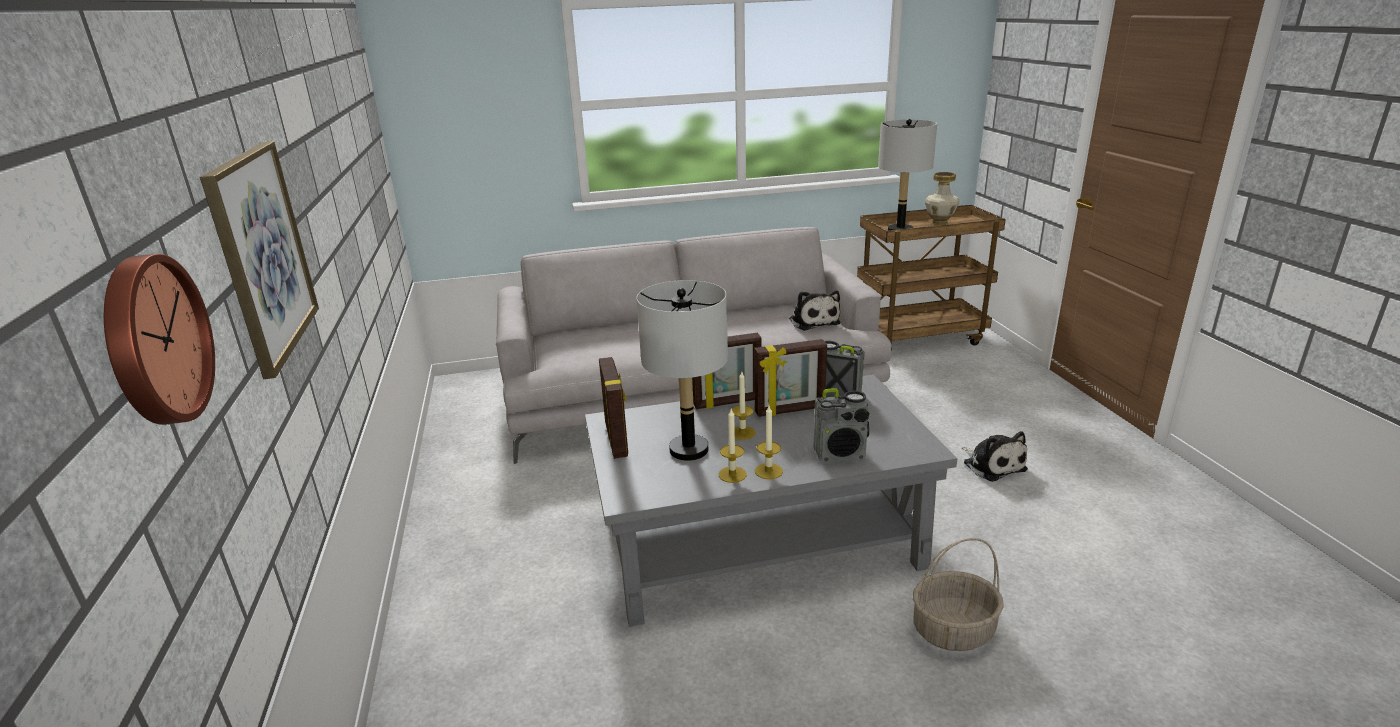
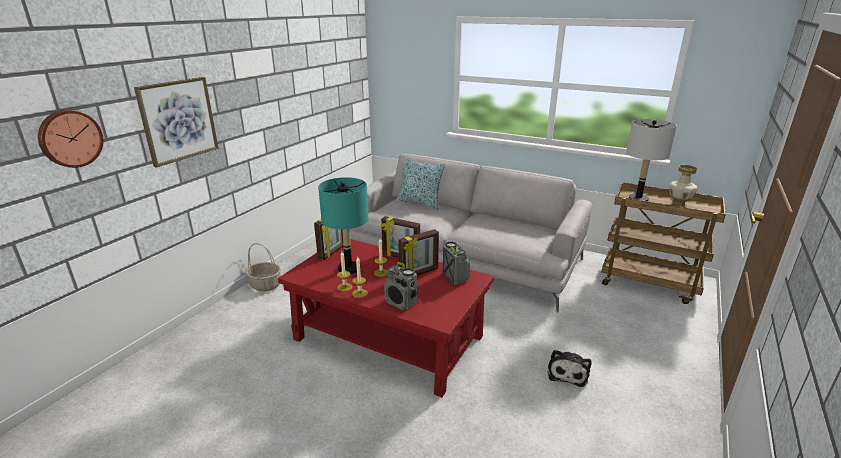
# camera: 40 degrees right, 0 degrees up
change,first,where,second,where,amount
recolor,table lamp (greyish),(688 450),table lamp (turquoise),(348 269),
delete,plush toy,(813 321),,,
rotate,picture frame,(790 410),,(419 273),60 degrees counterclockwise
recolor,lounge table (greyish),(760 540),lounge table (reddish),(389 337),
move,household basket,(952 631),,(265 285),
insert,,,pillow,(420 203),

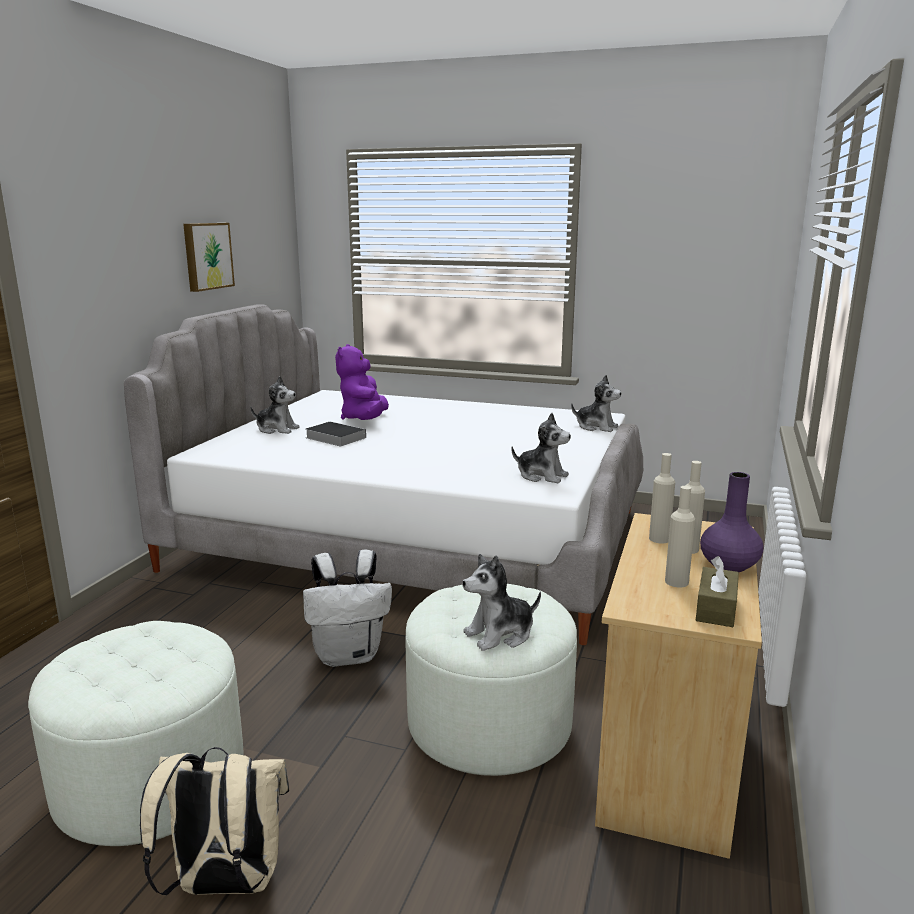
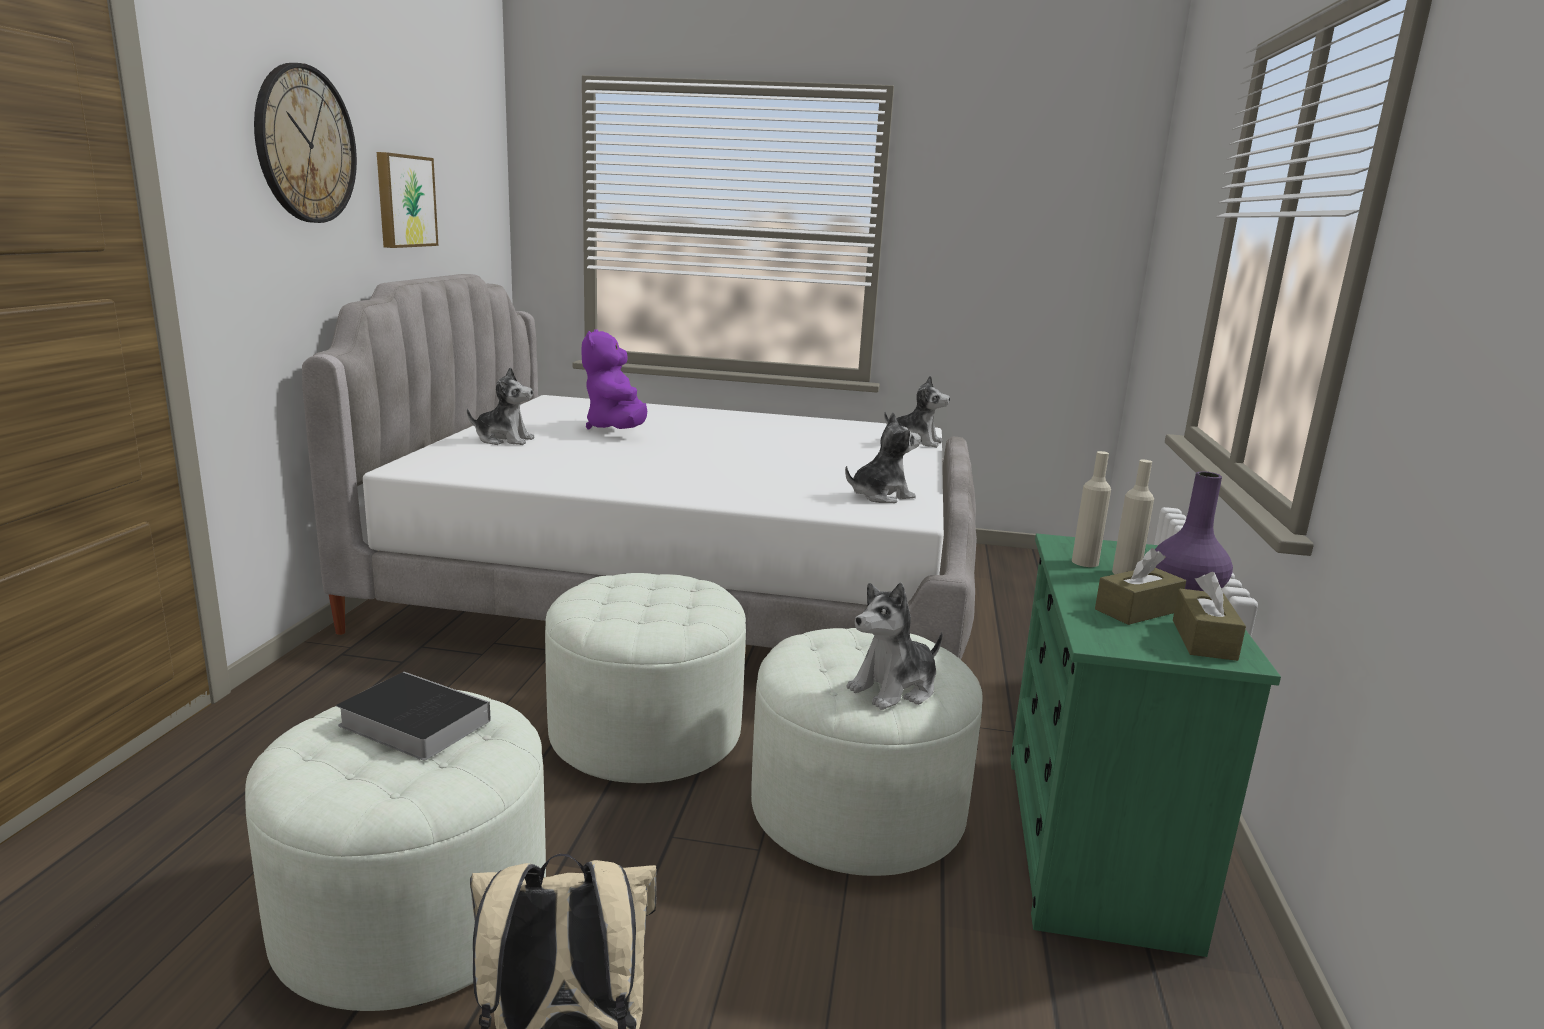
# camera: 10 degrees left, 0 degrees up
change,first,where,second,where,amount
rotate,plush toy,(542 476),,(880 496),45 degrees counterclockwise
move,volume,(334 437),,(410 722),
replace,beverage bottle (beige),(676 582),tissue box (brownish),(1137 610),
recolor,drawer chest (beige),(668 762),drawer chest (green),(1093 844),
replace,knapsack (white-coloured),(349 655),pouffe (white-coloured),(645 732),
insert,,,clock on the wall,(305 144),

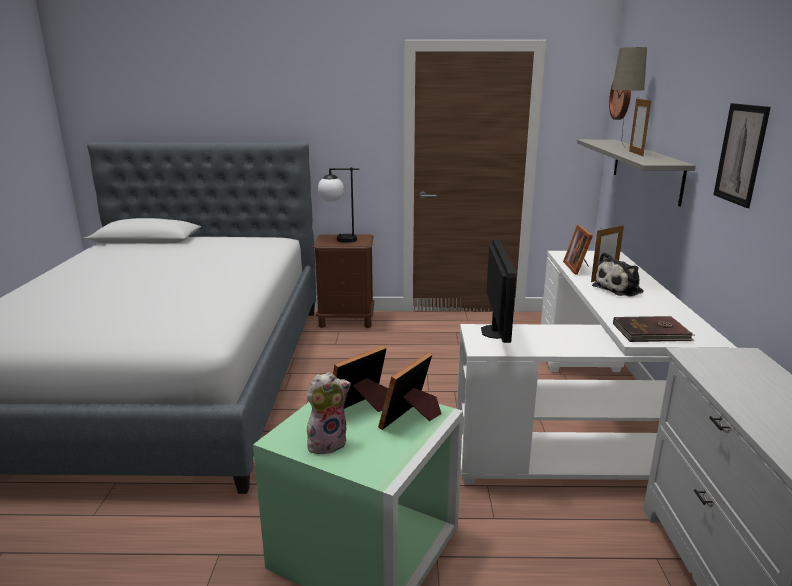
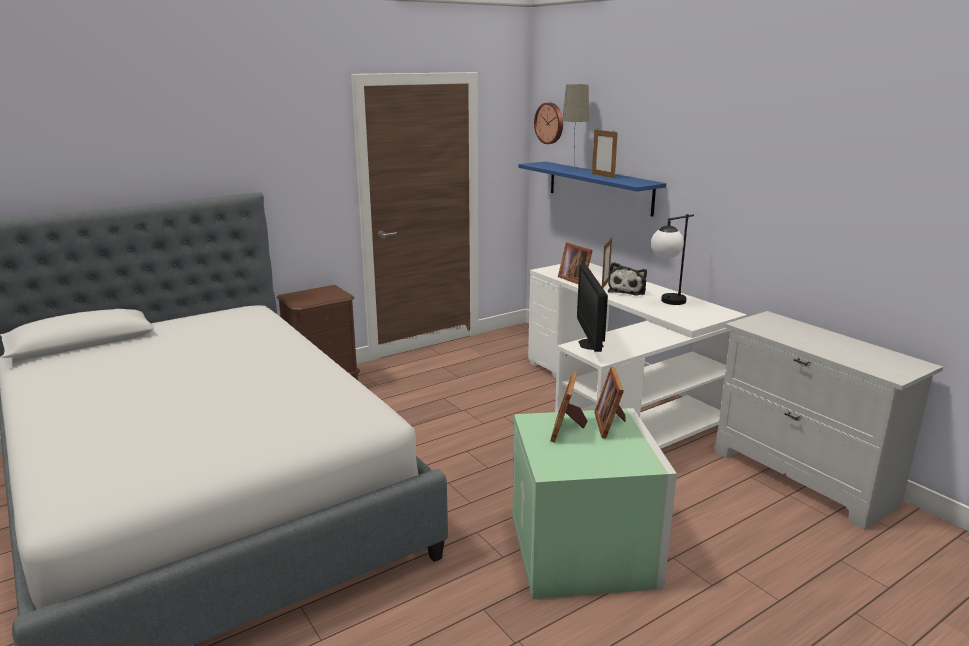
# camera: 35 degrees left, 0 degrees up
change,first,where,second,where,amount
delete,picture,(741 154),,,
recolor,wall shelf (greyish),(646 169),wall shelf (bluish),(599 187),
move,table lamp,(338 239),,(666 303),
rotate,computer screen,(494 331),,(590 344),150 degrees counterclockwise
delete,volume (brownish),(652 332),,,
delete,plush toy,(327 443),,,

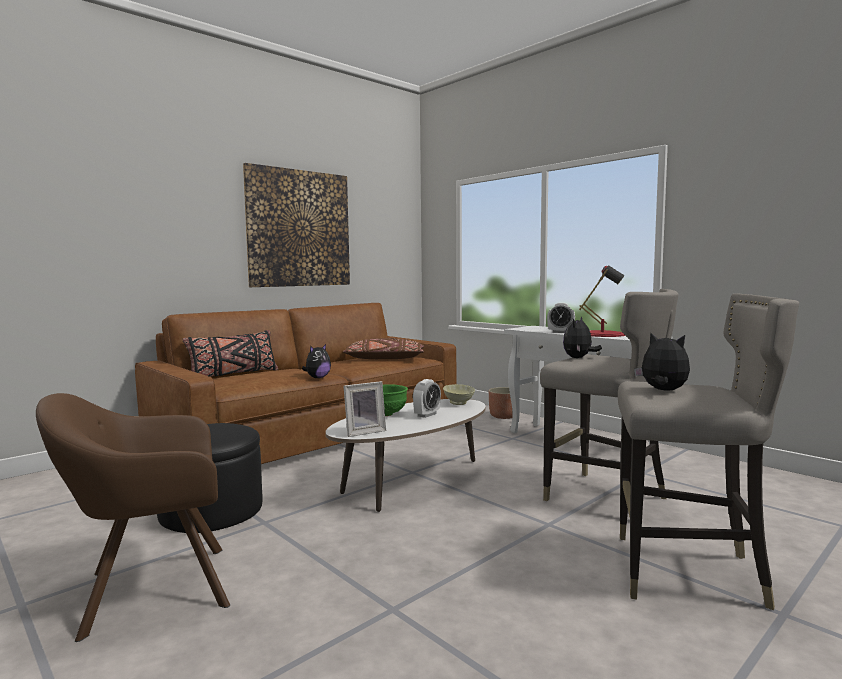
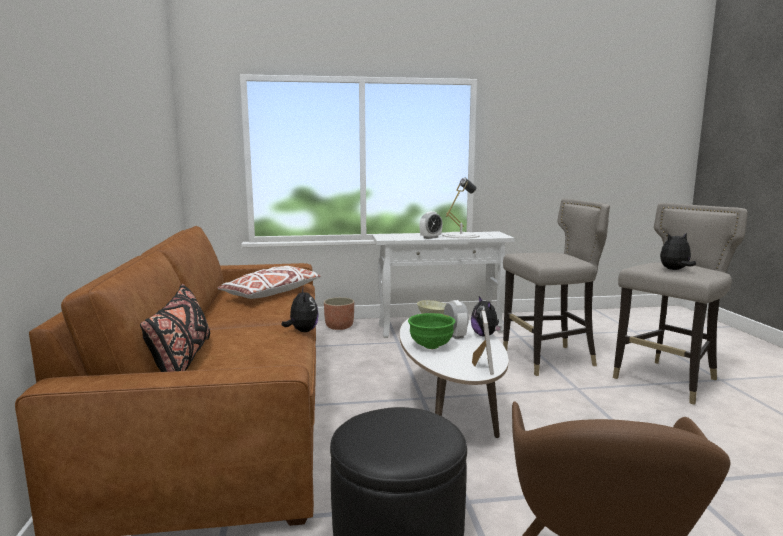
# camera: 55 degrees left, 5 degrees up
change,first,where,second,where,amount
delete,picture,(299 228),,,
recolor,table lamp (reddish),(602 334),table lamp (white-coloured),(460 235),
move,plush toy,(579 358),,(485 335),
recolor,pillow (brownish),(384 358),pillow (white-coloured),(271 293),

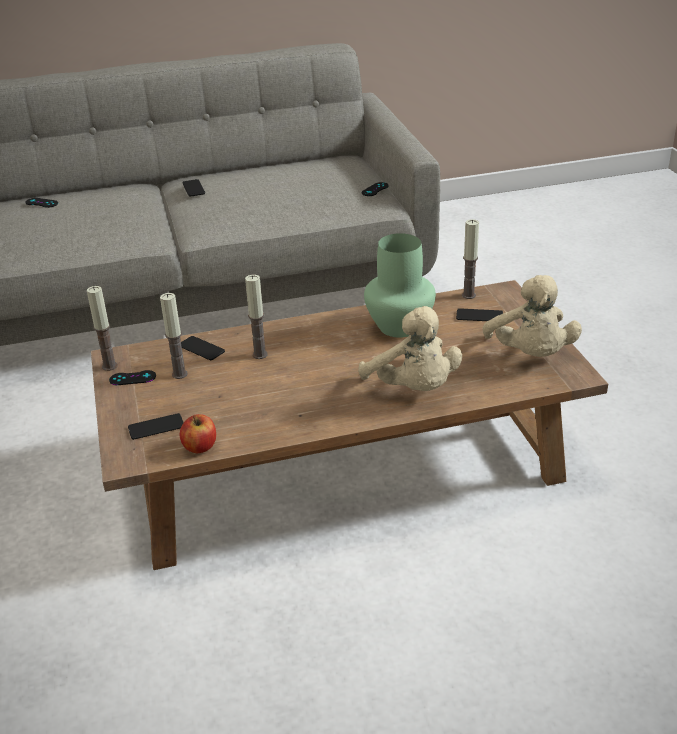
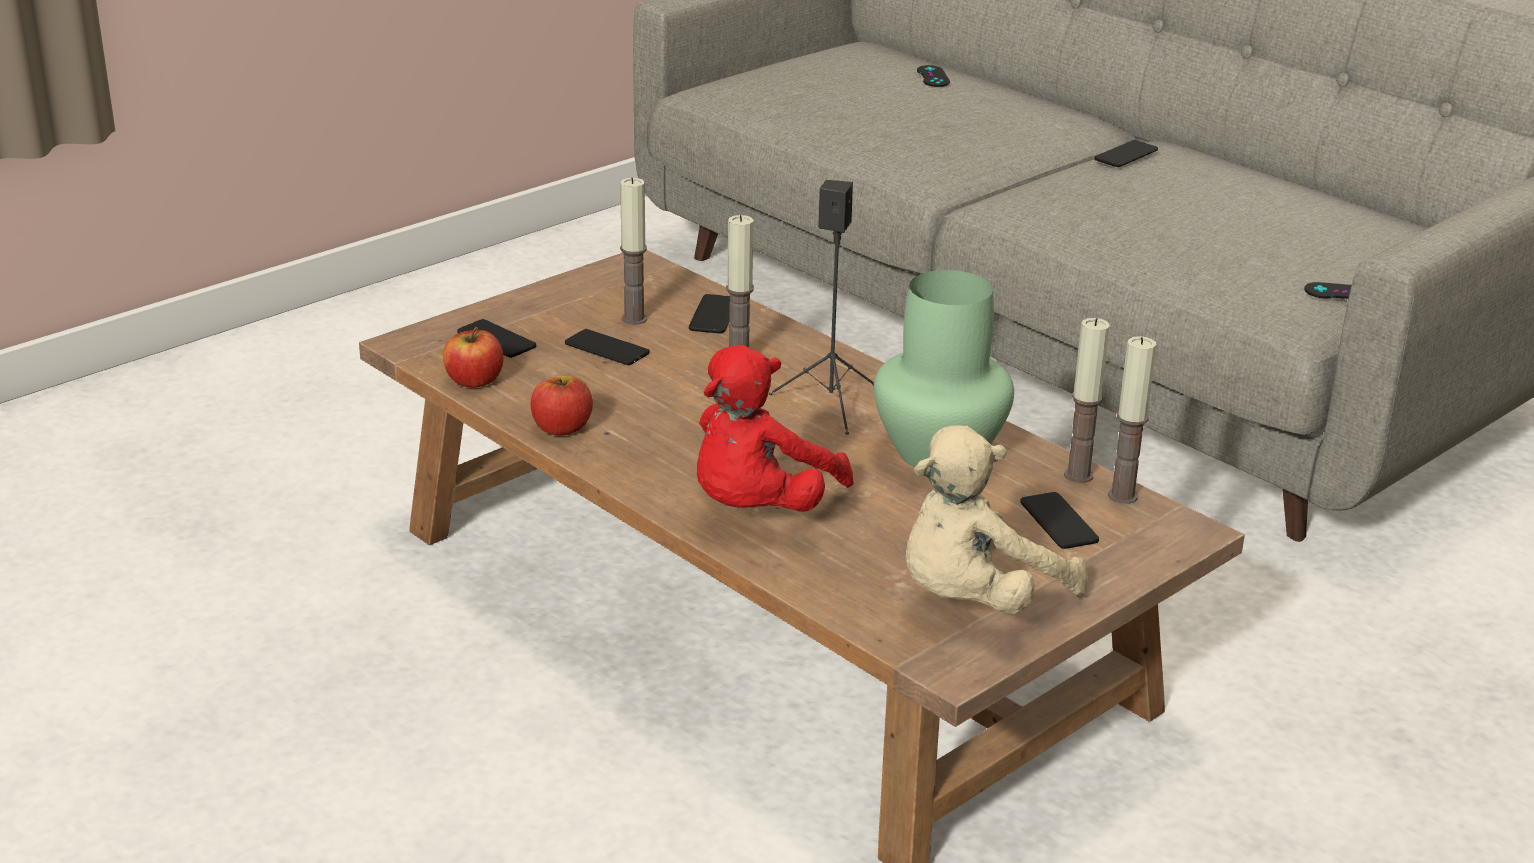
# camera: 60 degrees right, 5 degrees down
change,first,where,second,where,amount
move,candle,(109 366),,(1078 475),
recolor,plush toy (beige),(413 388),plush toy (reddish),(758 508),
delete,joypad (blackish),(132 378),,,
insert,,,audio speaker (blackish),(831 403),
insert,,,handset,(607 348),
insert,,,whole apple,(562 428),

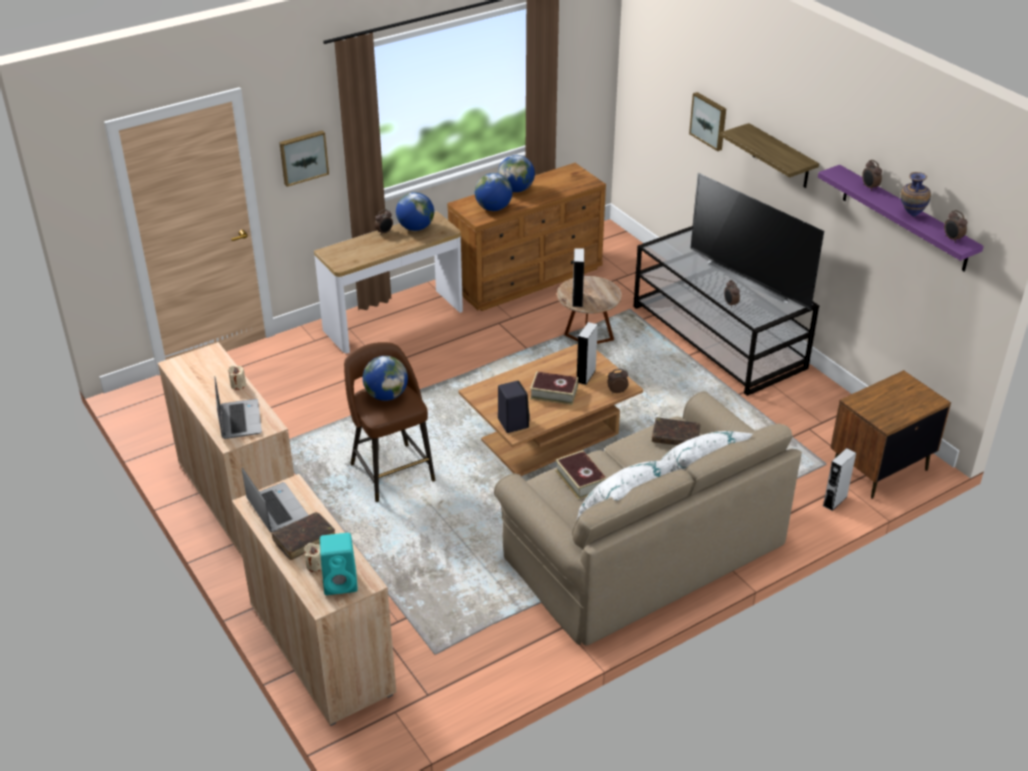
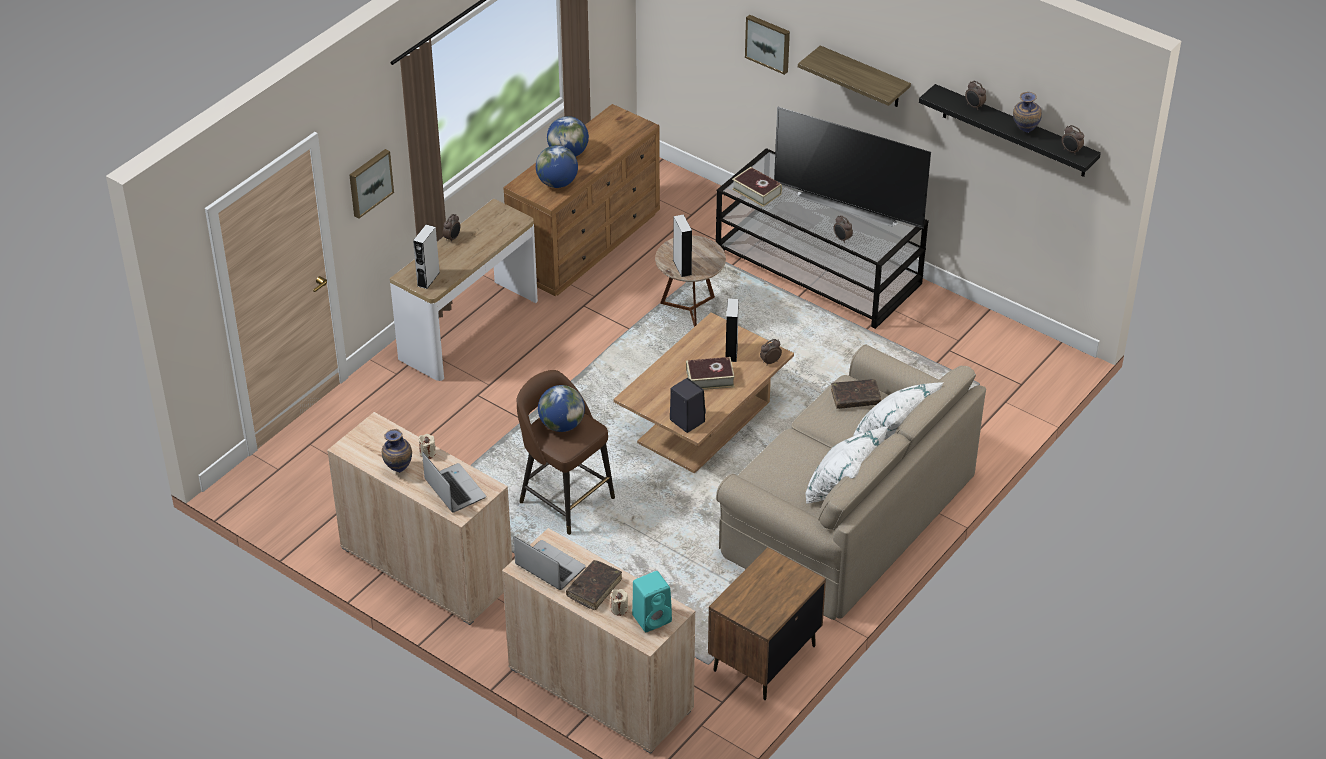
# camera: 20 degrees left, 5 degrees up
change,first,where,second,where,amount
recolor,wall shelf (purplish),(905 218),wall shelf (blackish),(1014 131),
delete,world globe,(416 228),,,
move,bedside table (brownish),(878 468),,(763 658),
move,audio speaker (greyish),(834 501),,(428 279),
move,volume,(580 480),,(756 191),
insert,,,flower vase,(398 469),

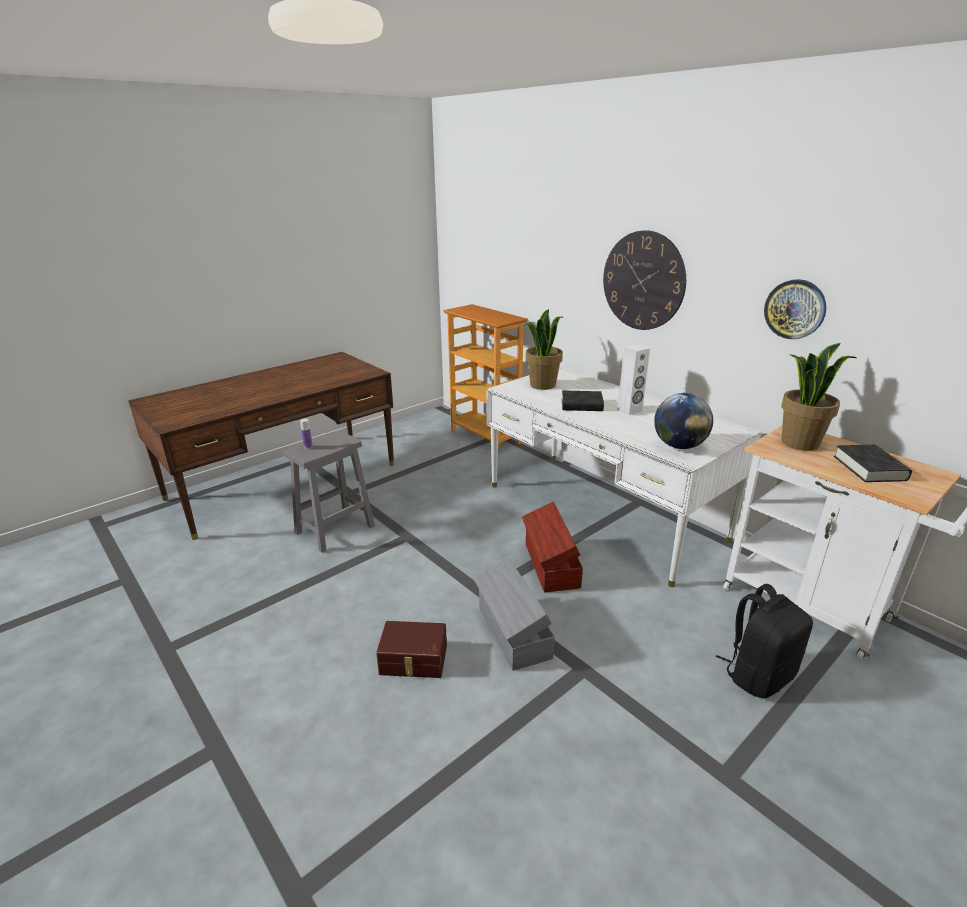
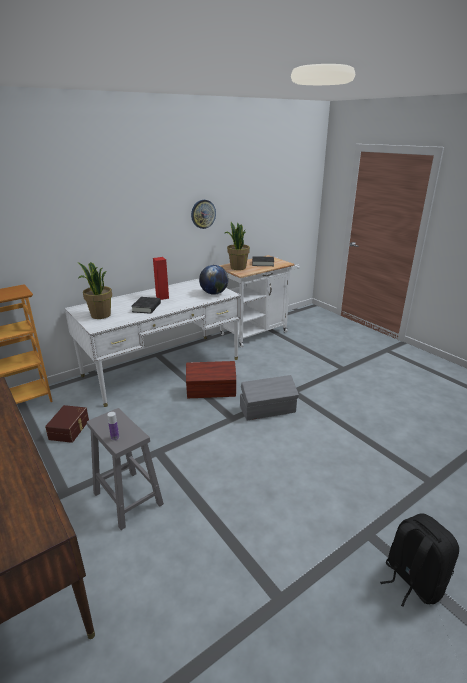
# camera: 85 degrees left, 0 degrees up
change,first,where,second,where,amount
delete,clock on the wall,(643 281),,,
recolor,audio speaker (white-coloured),(630 410),audio speaker (reddish),(162 297),
move,knapsack (blackish),(758 674),,(412 580),
move,storage container (brownish),(413 660),,(70 429),

